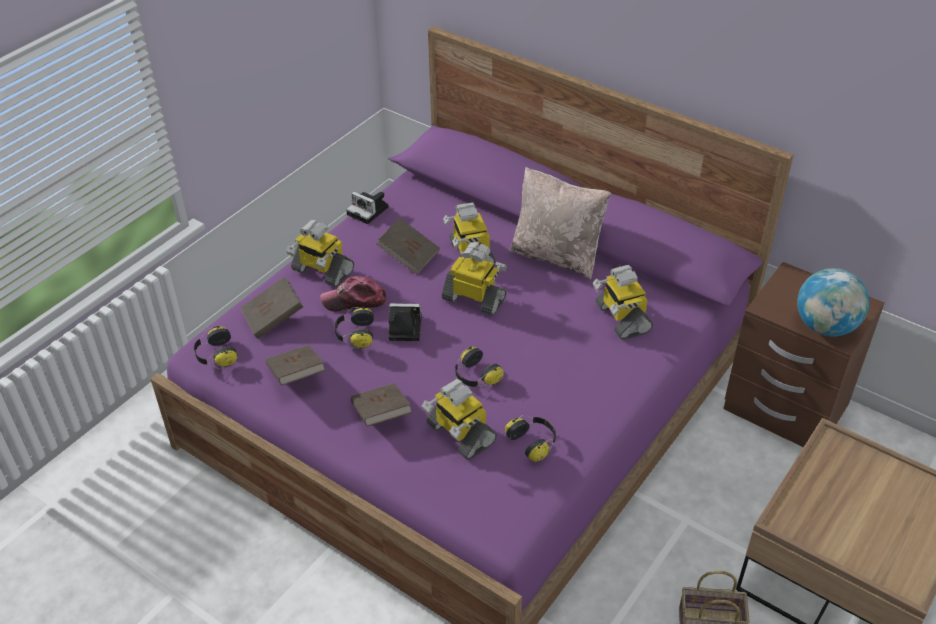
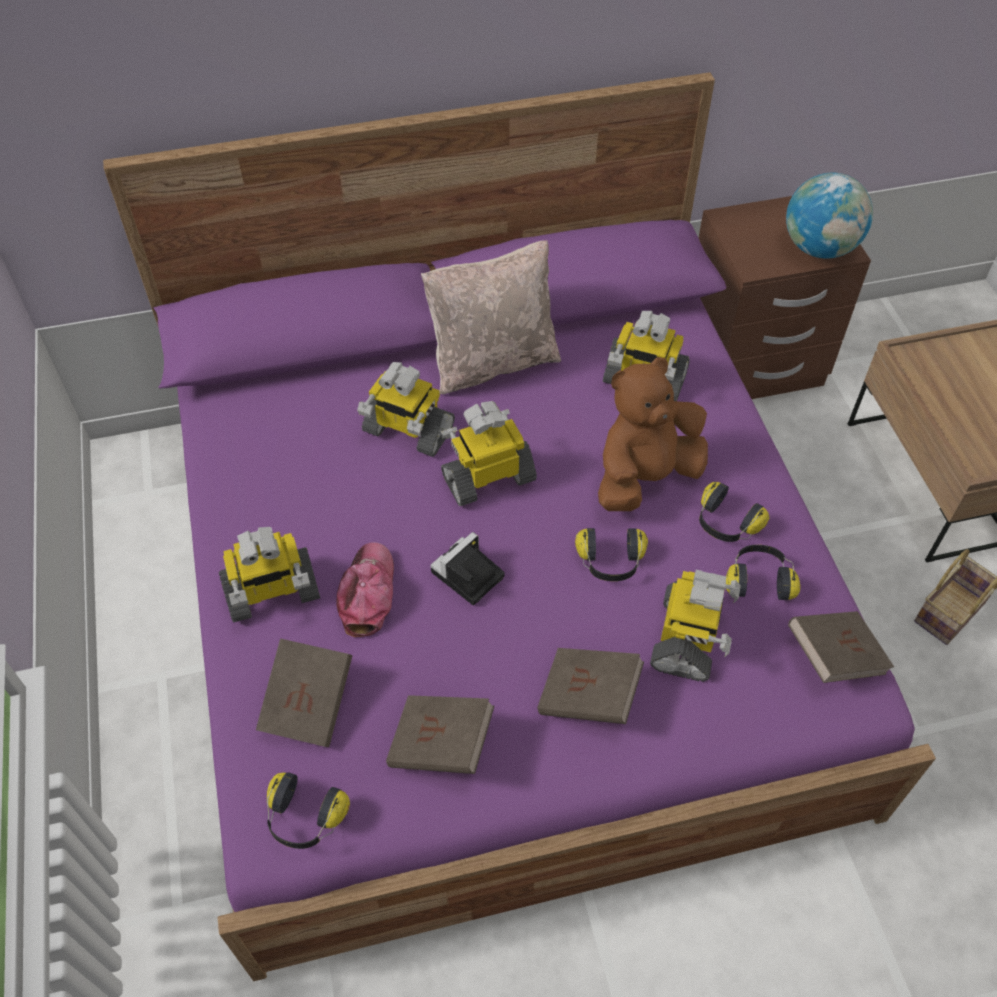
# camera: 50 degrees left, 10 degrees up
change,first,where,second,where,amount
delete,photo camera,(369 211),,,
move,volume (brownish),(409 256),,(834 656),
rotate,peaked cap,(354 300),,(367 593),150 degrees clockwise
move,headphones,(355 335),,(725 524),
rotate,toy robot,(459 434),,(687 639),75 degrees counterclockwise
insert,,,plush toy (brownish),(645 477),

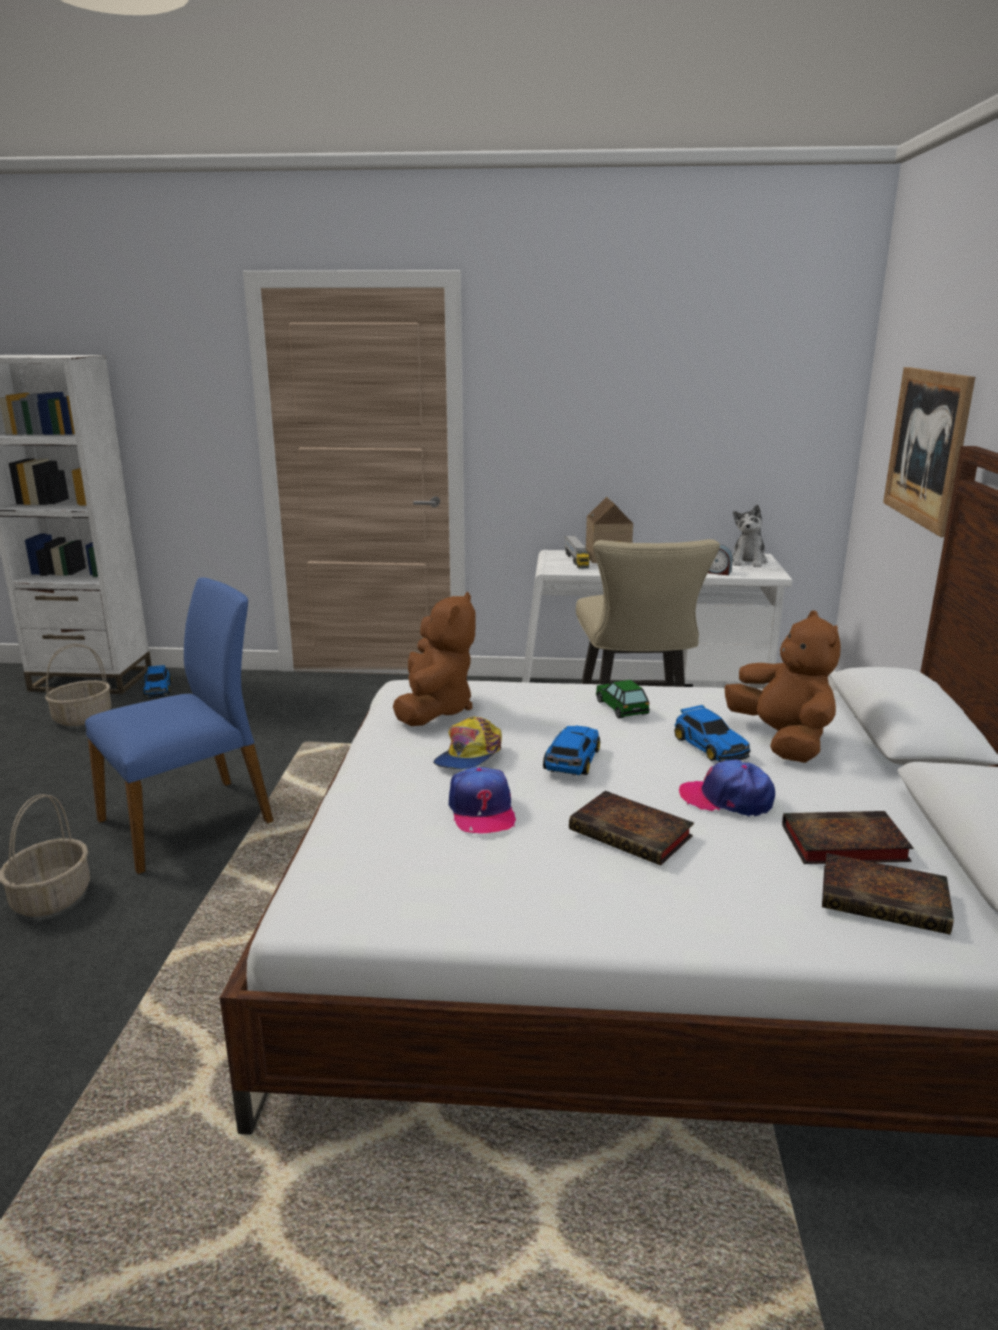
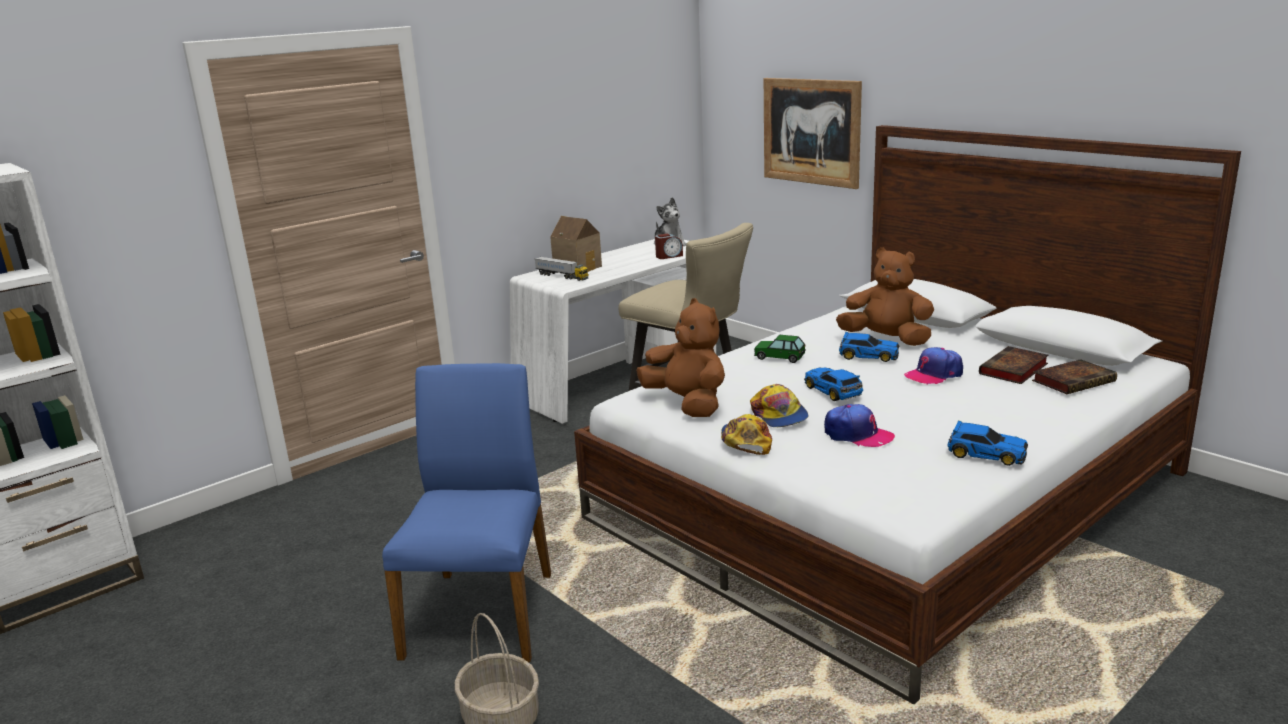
# camera: 45 degrees left, 0 degrees up
change,first,where,second,where,amount
delete,household basket,(83 717),,,
move,miniature car,(158 689),,(985 454),
delete,volume,(633 834),,,
insert,,,peaked cap,(746 441),

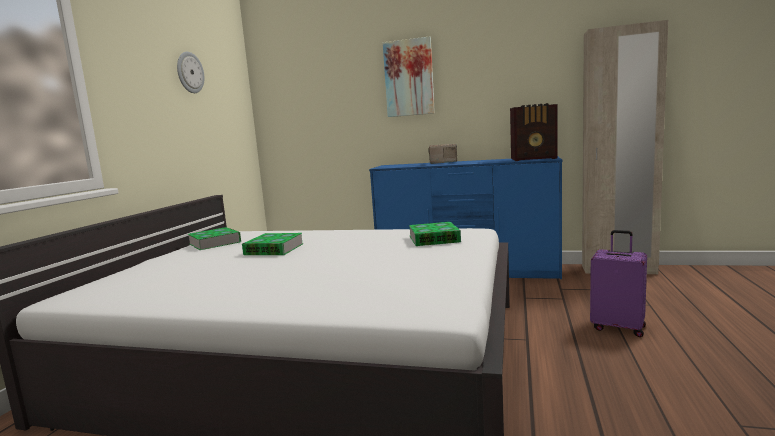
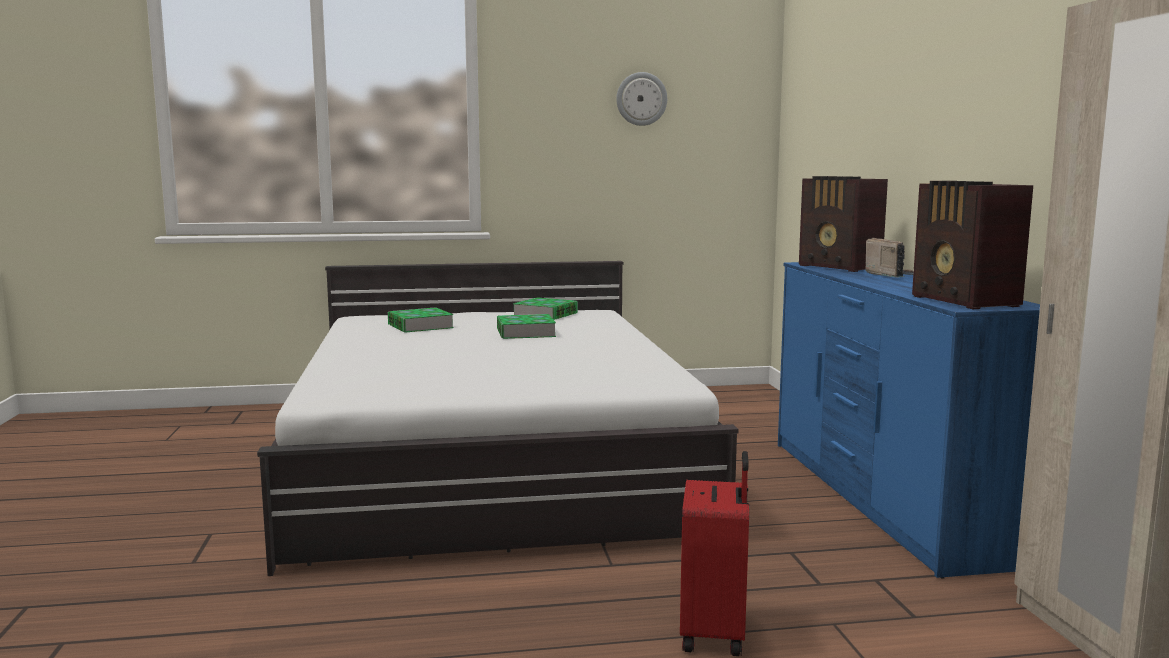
# camera: 65 degrees right, 0 degrees up
change,first,where,second,where,amount
delete,picture,(409 78),,,
move,volume,(434 239),,(420 326),
recolor,piece of luggage (purplish),(618 327),piece of luggage (reddish),(715 633),
insert,,,radio,(840 267),

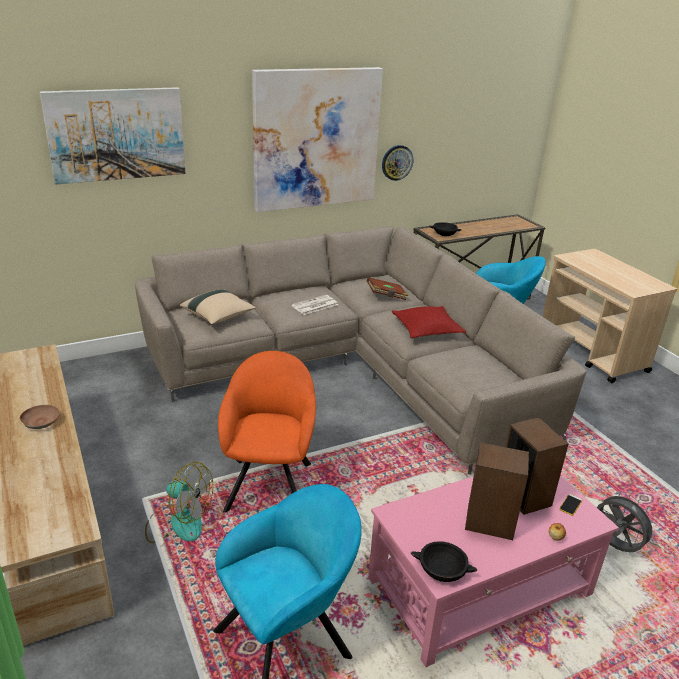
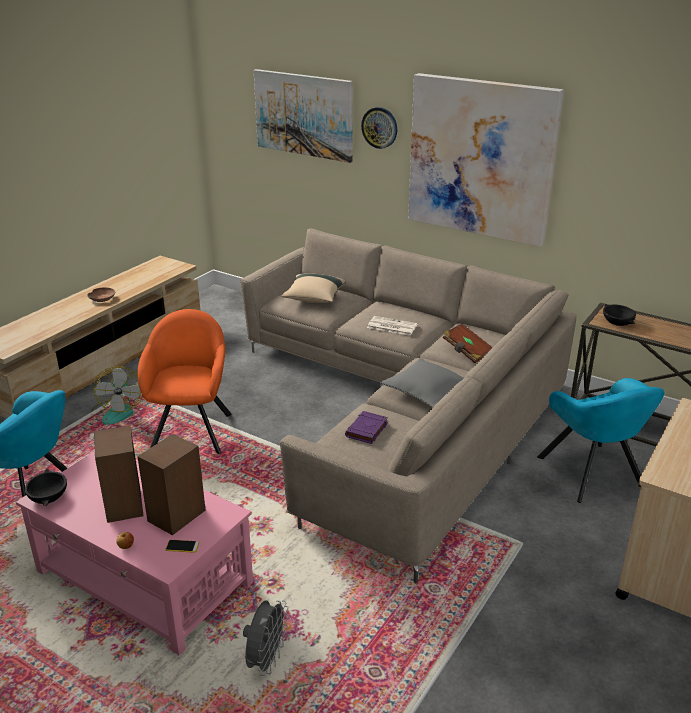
# camera: 60 degrees right, 0 degrees up
change,first,where,second,where,amount
move,clock on the wall,(397 162),,(380 127),
recolor,pillow (reddish),(427 329),pillow (greyish),(426 391),
rotate,easy chair (orange),(270 483),,(192 430),60 degrees counterclockwise
insert,,,volume (purplish),(366 430),

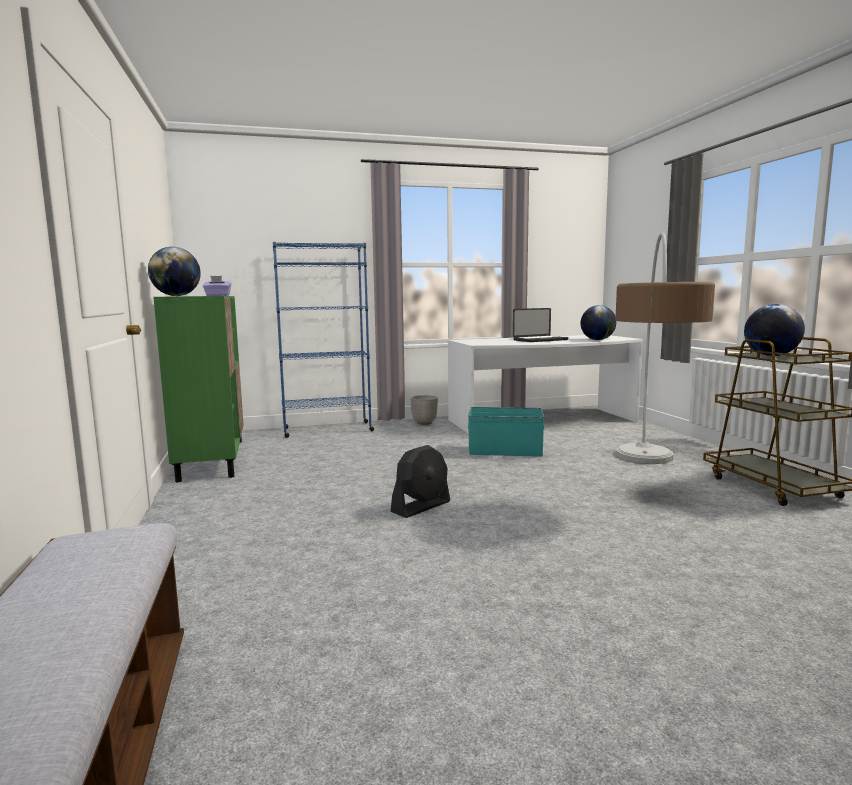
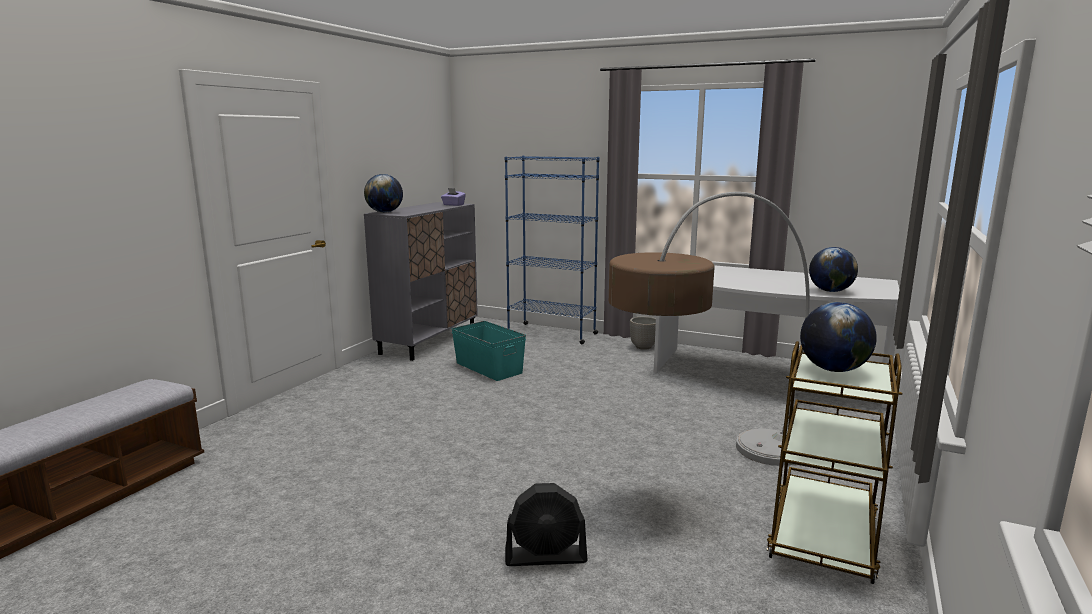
# camera: 40 degrees right, 5 degrees up
change,first,where,second,where,amount
recolor,storage cabinet (green),(212 459),storage cabinet (greyish),(429 341),
delete,laptop,(540 340),,,
move,storage container (turquoise),(505 450),,(489 367),
move,fan (blackish),(421 507),,(546 556),

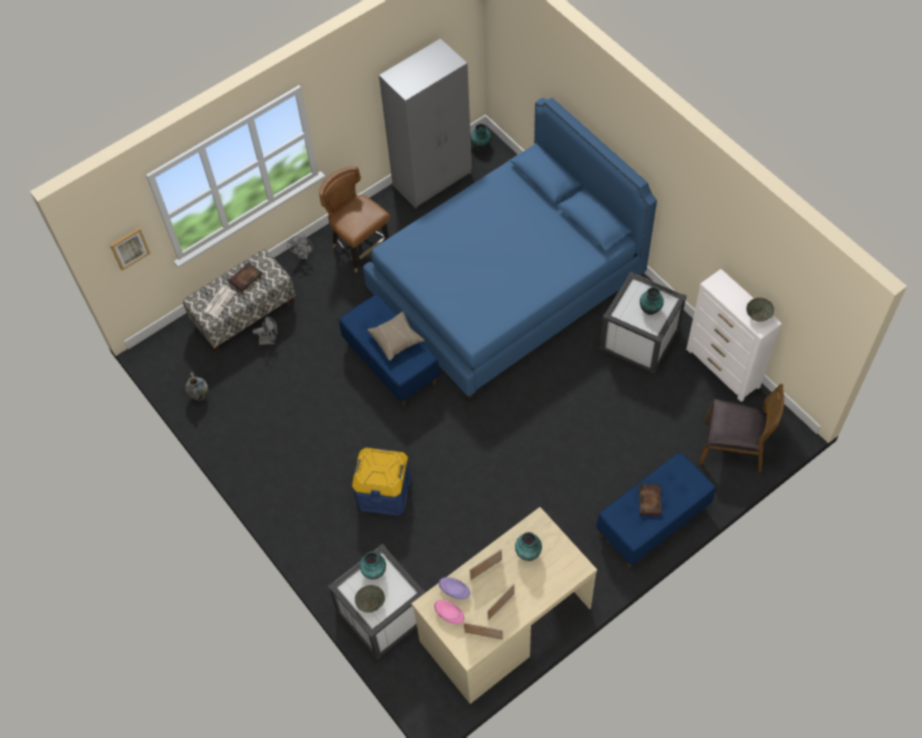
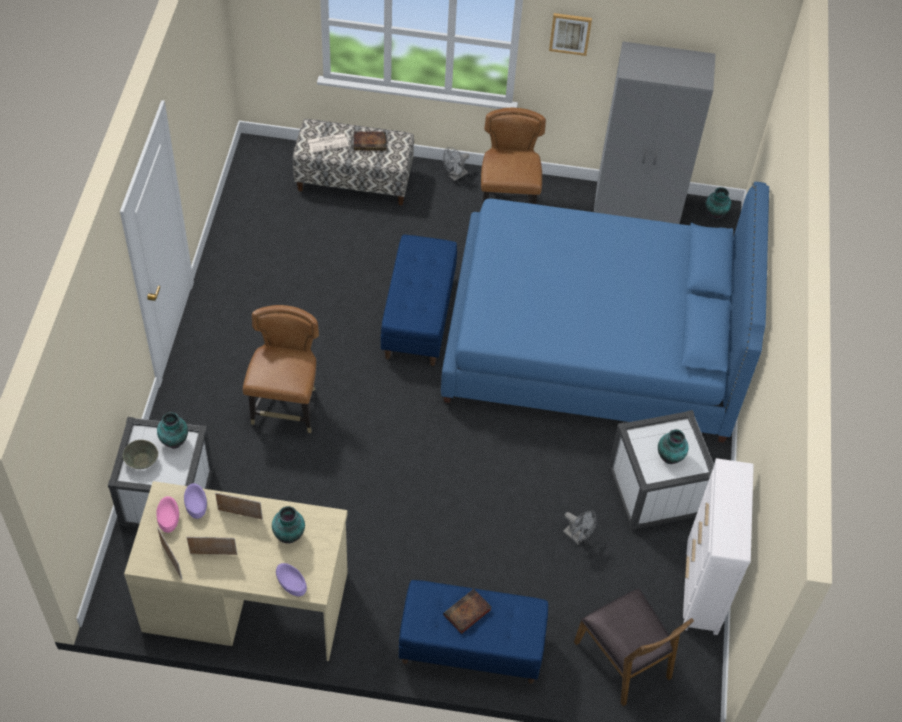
# camera: 40 degrees right, 5 degrees down
change,first,where,second,where,amount
move,picture,(129 248),,(570 33),
delete,deep dish (greyish),(758 315),,,
delete,pillow (beige),(396 339),,,
move,fan (greyish),(270 340),,(577 537),
delete,flower vase,(199 396),,,
replace,storage container (bluish),(384 492),upright chair (brownish),(286 408),
insert,,,deep dish (purplish),(291 583),

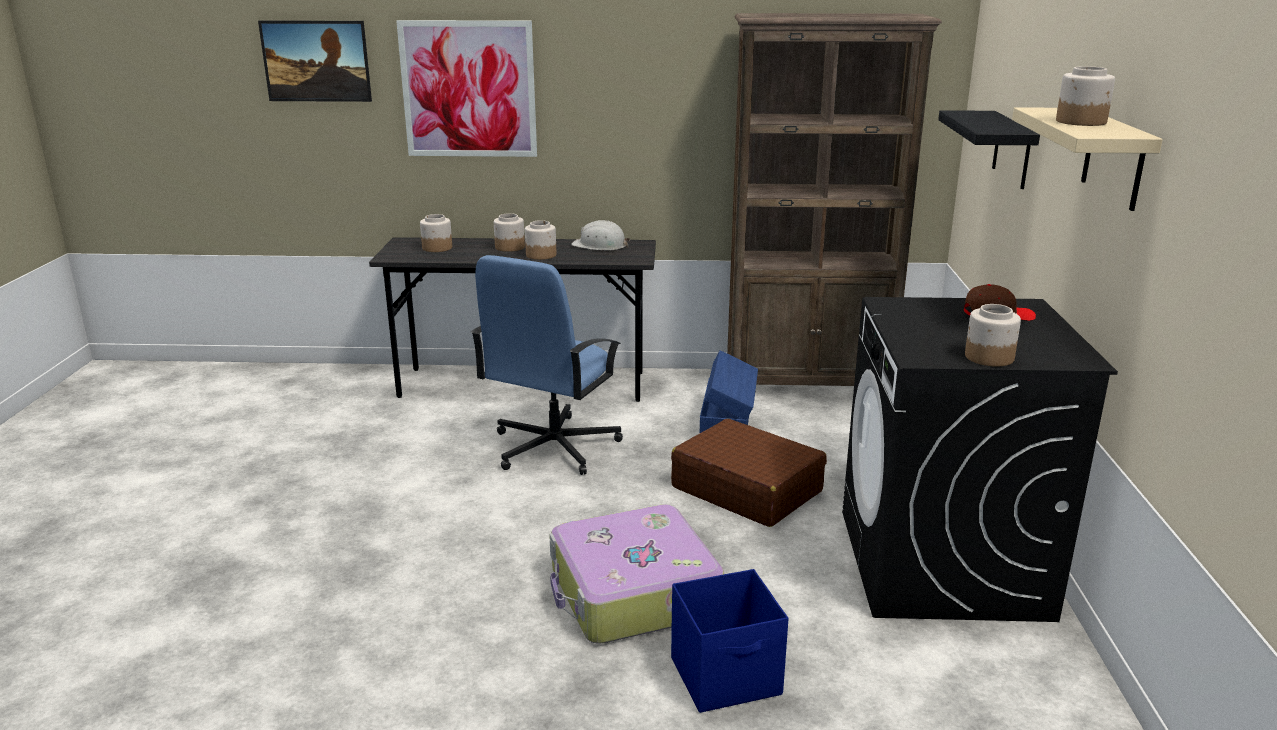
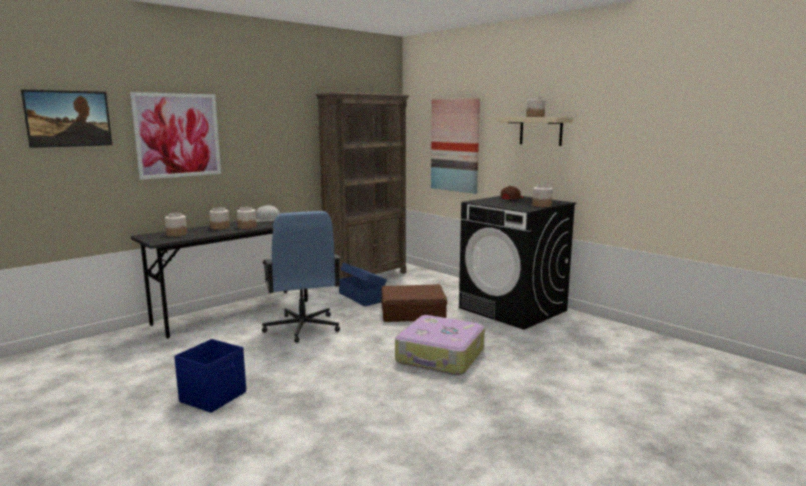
# camera: 45 degrees left, 10 degrees down
change,first,where,second,where,amount
replace,wall shelf (blackish),(1012 150),picture,(455 145),
move,storage container (bluish),(727 677),,(214 396),

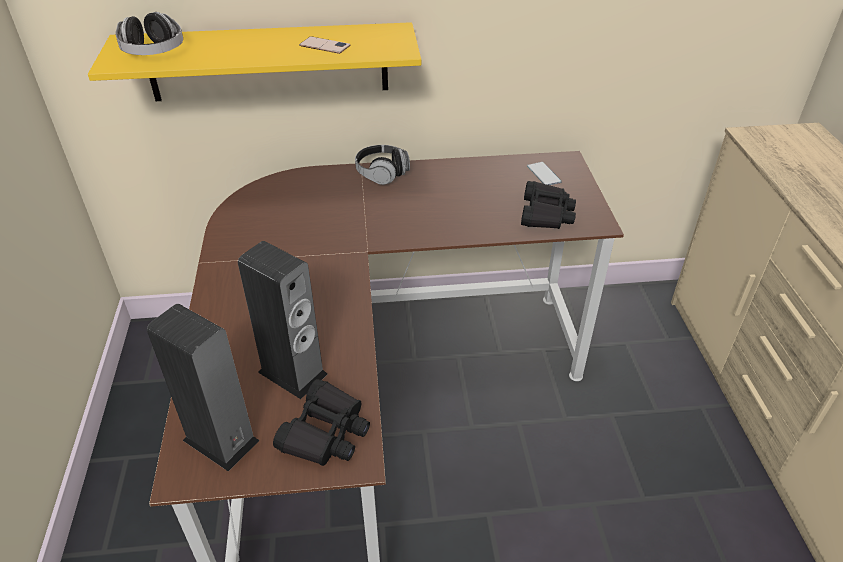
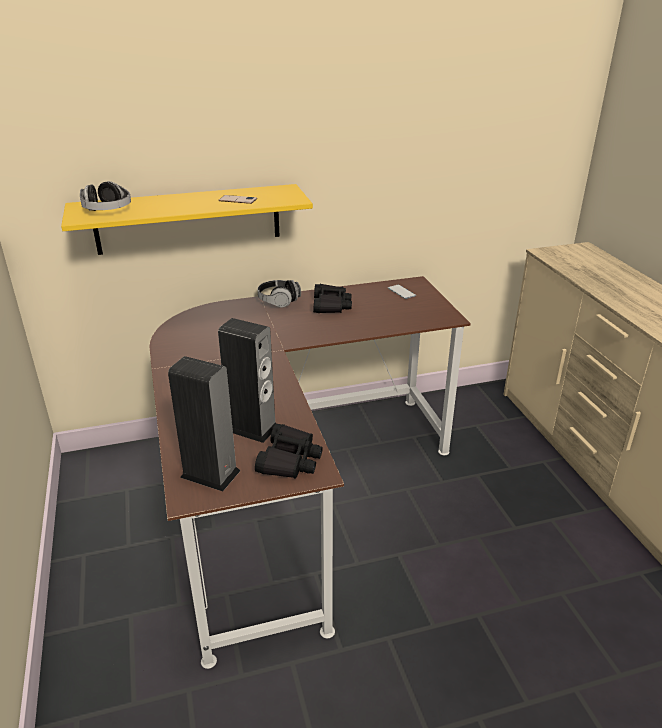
# camera: 10 degrees left, 10 degrees down
change,first,where,second,where,amount
move,field glasses (blackish),(546 214),,(331 305),

